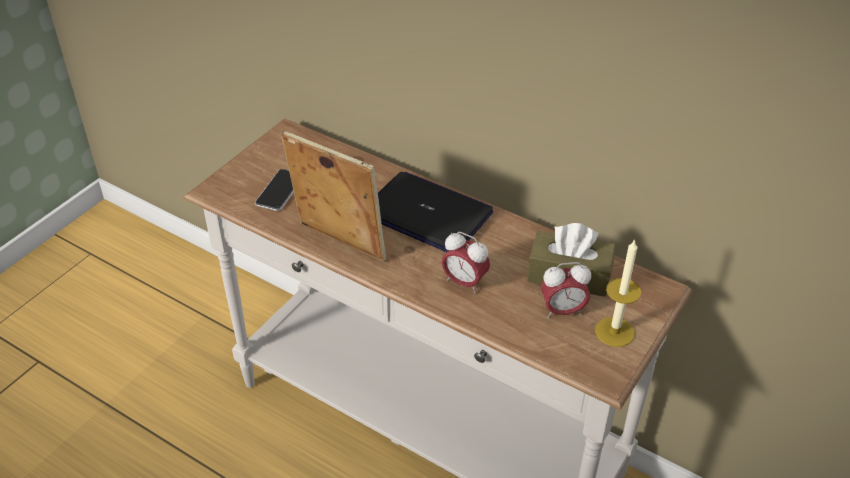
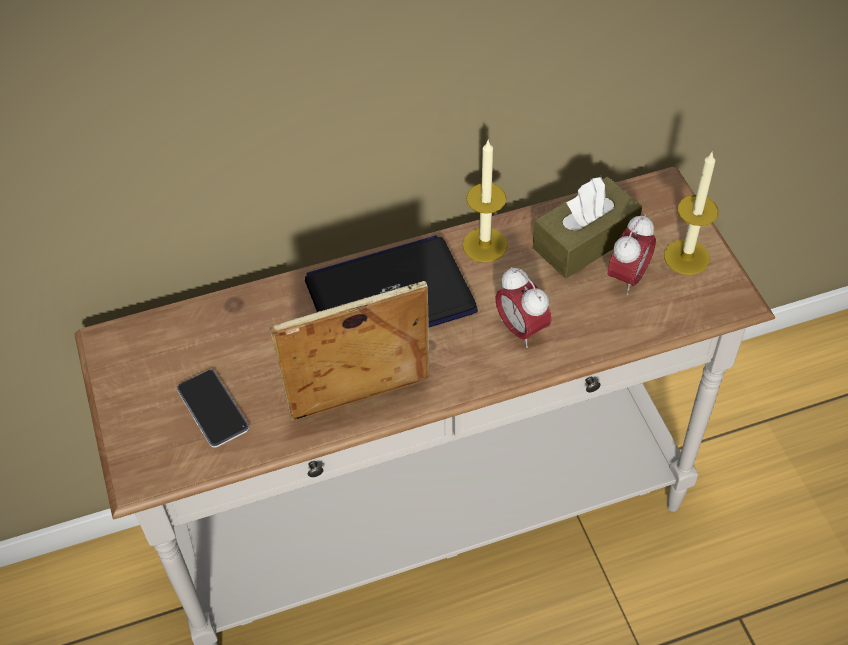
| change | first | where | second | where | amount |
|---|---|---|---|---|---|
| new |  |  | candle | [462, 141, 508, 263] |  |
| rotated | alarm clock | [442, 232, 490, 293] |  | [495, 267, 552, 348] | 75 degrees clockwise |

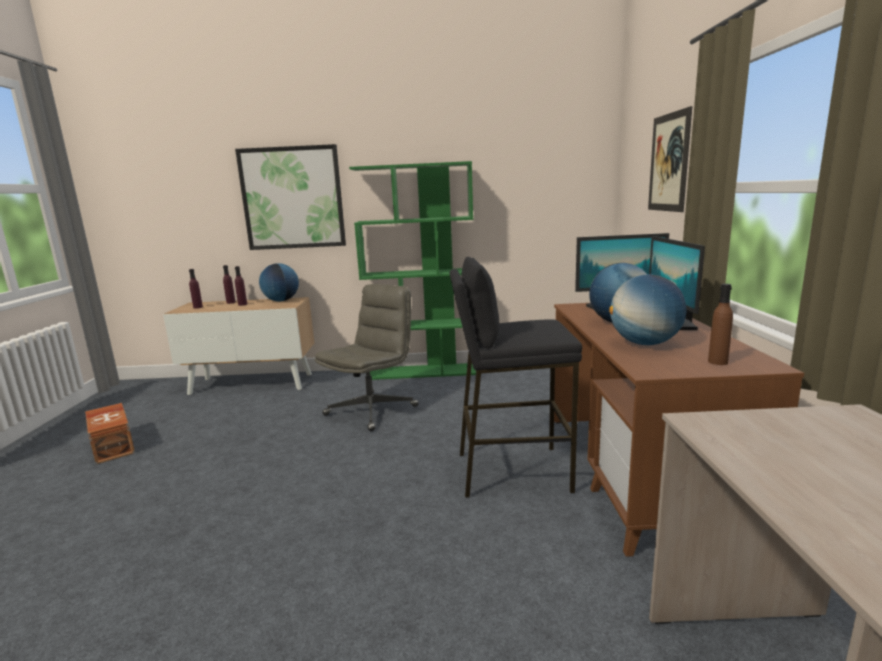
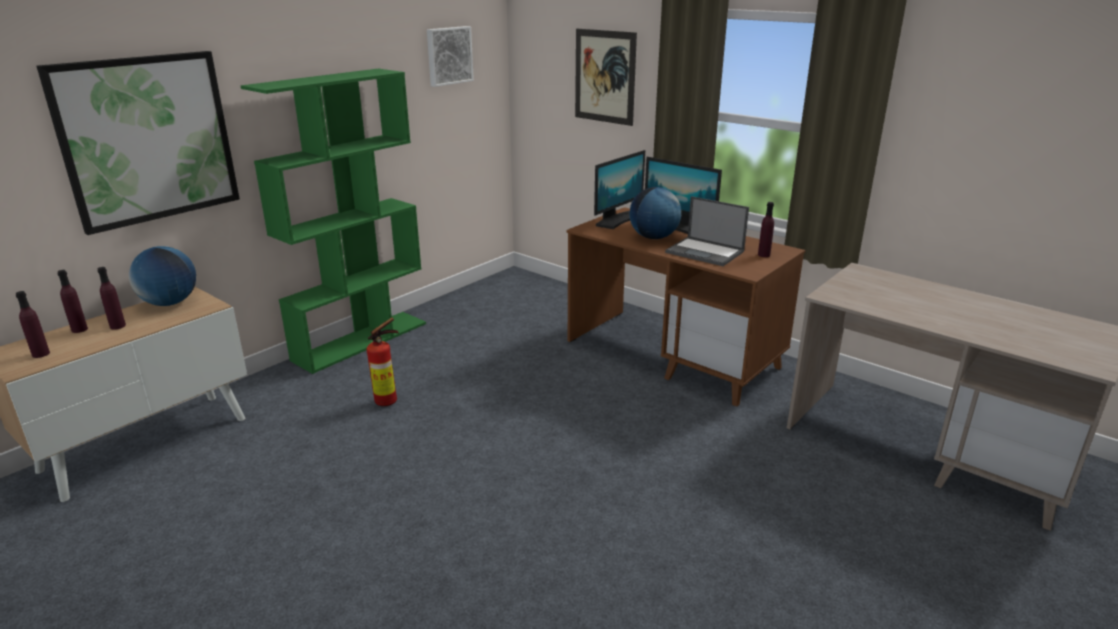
| change | first | where | second | where | amount |
|---|---|---|---|---|---|
| gone | brown storage box | [85, 403, 135, 464] |  |  |  |
| gone | black stool | [450, 257, 582, 498] |  |  |  |
| new |  |  | picture | [427, 26, 474, 87] |  |
| swapped | grey office chair | [315, 284, 419, 431] | fire extinguisher | [367, 317, 399, 406] |  |
| swapped | globe | [609, 274, 686, 345] | laptop | [665, 196, 749, 266] |  |
| repainted | brown bottle | [708, 284, 733, 365] | purple bottle | [758, 202, 774, 257] |  |

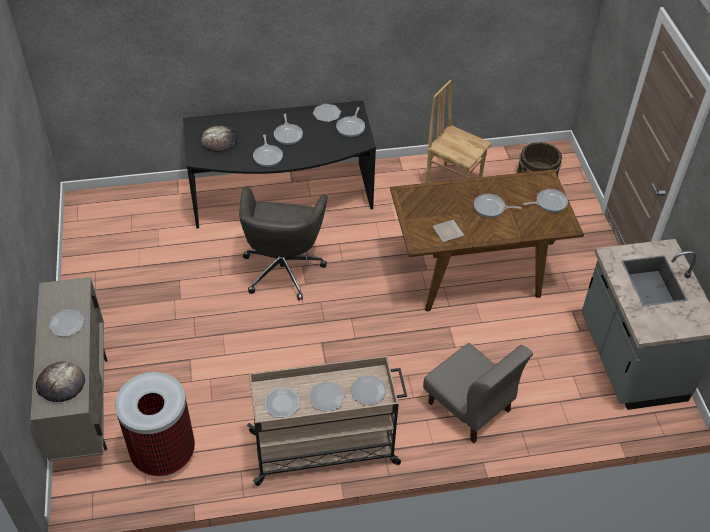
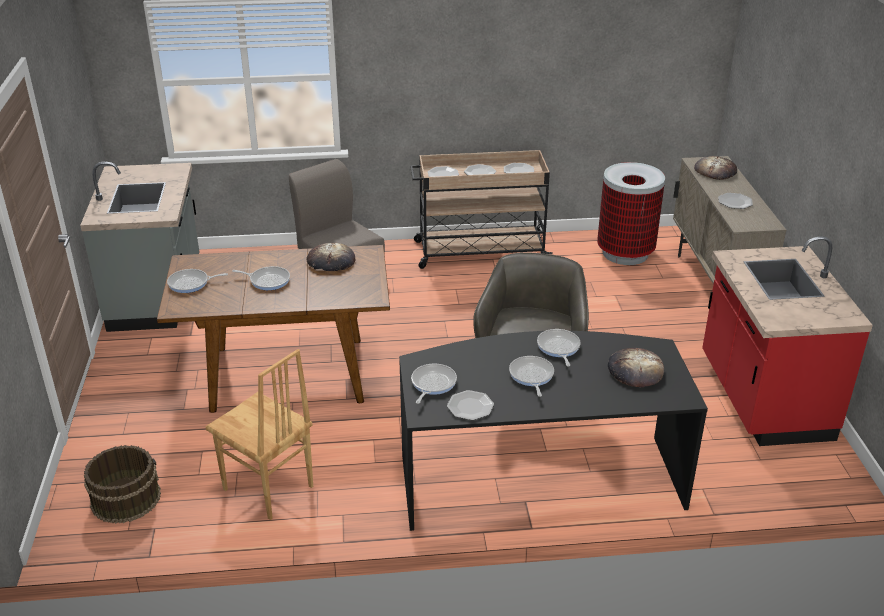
| change | first | where | second | where | amount |
|---|---|---|---|---|---|
| new |  |  | red counter | [702, 237, 873, 446] |  |
| swapped | plate | [432, 220, 464, 242] | bread | [306, 242, 355, 271] |  |

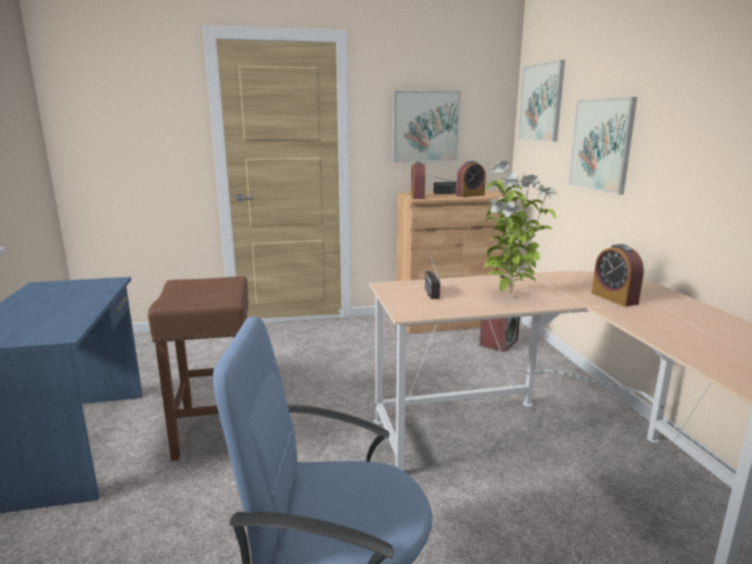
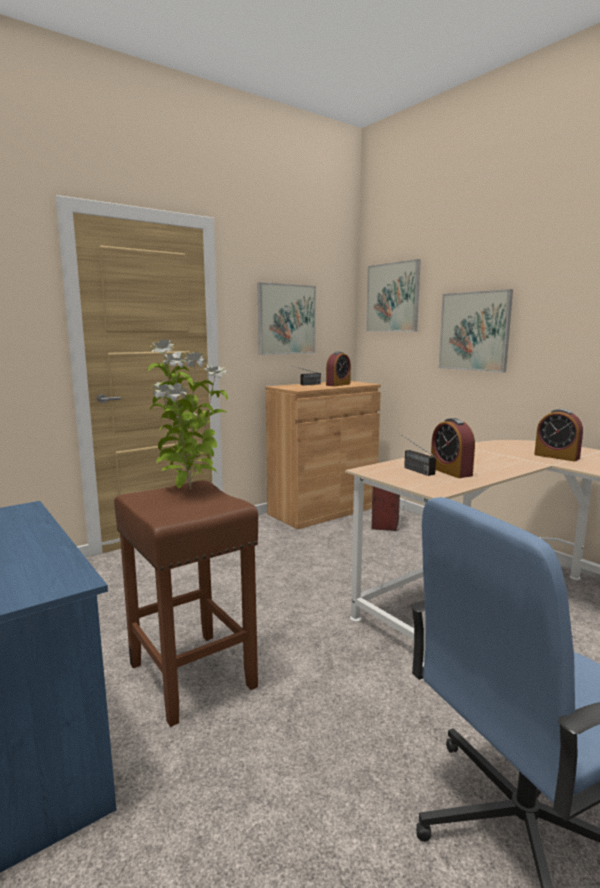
| change | first | where | second | where | amount |
|---|---|---|---|---|---|
| shifted | alarm clock | [411, 162, 425, 199] |  | [431, 418, 475, 478] |  |
| shifted | potted plant | [484, 161, 557, 294] |  | [148, 339, 228, 490] |  |

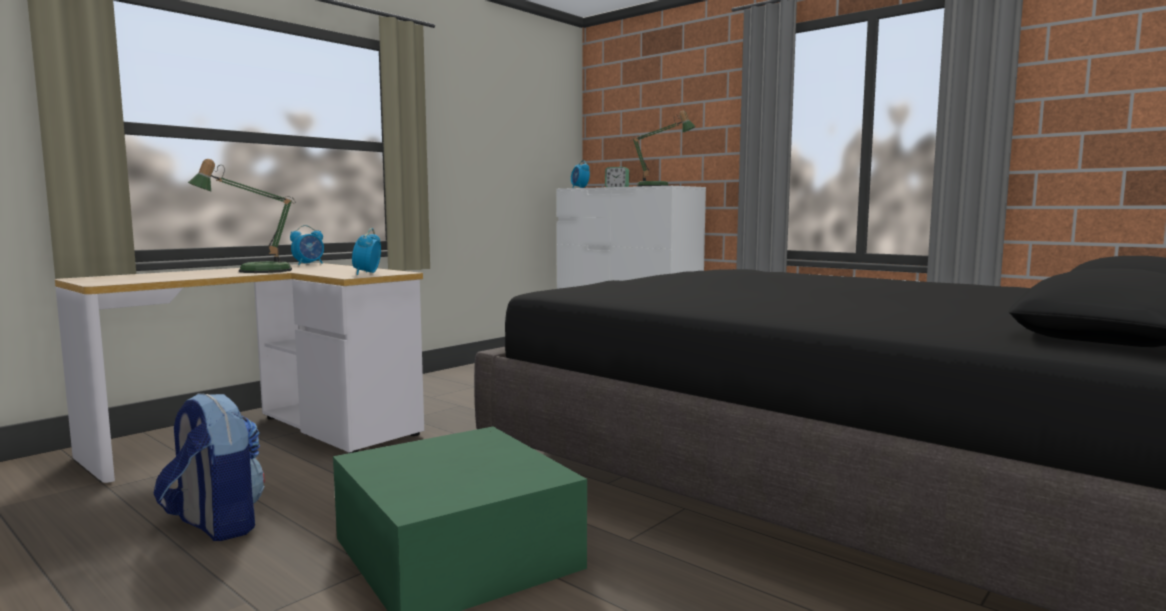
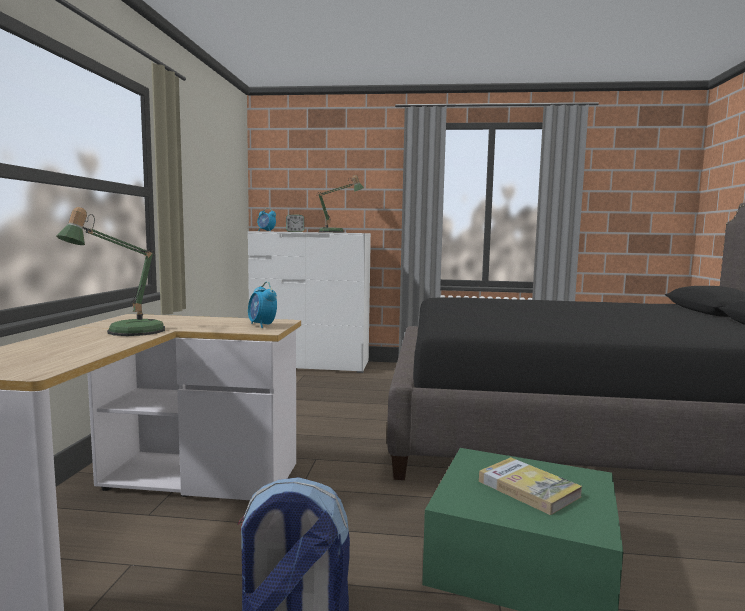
| change | first | where | second | where | amount |
|---|---|---|---|---|---|
| gone | alarm clock | [290, 225, 324, 265] |  |  |  |
| new |  |  | book | [479, 457, 582, 515] |  |

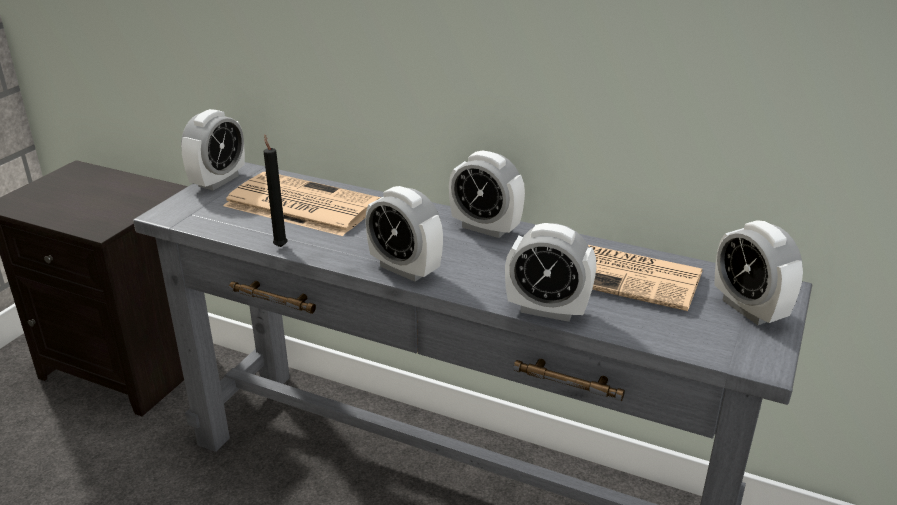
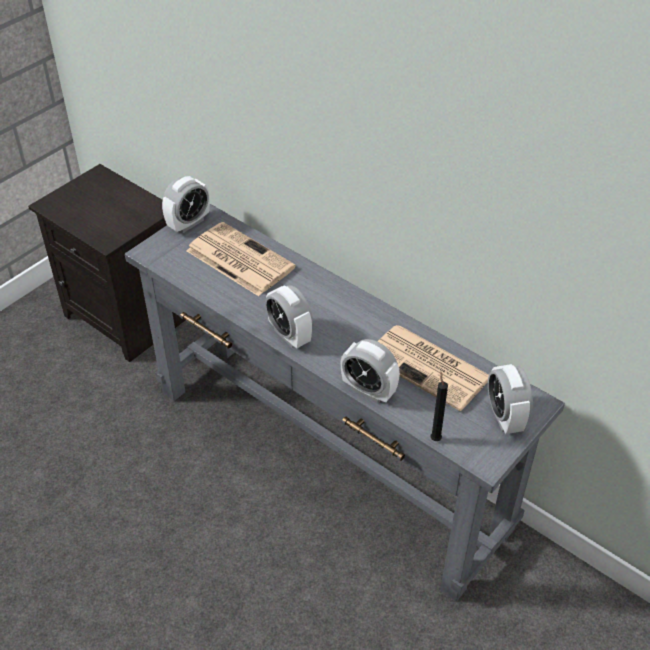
| change | first | where | second | where | amount |
|---|---|---|---|---|---|
| gone | alarm clock | [449, 150, 525, 238] |  |  |  |
| shifted | black candle | [264, 134, 287, 247] |  | [430, 371, 448, 441] |  |

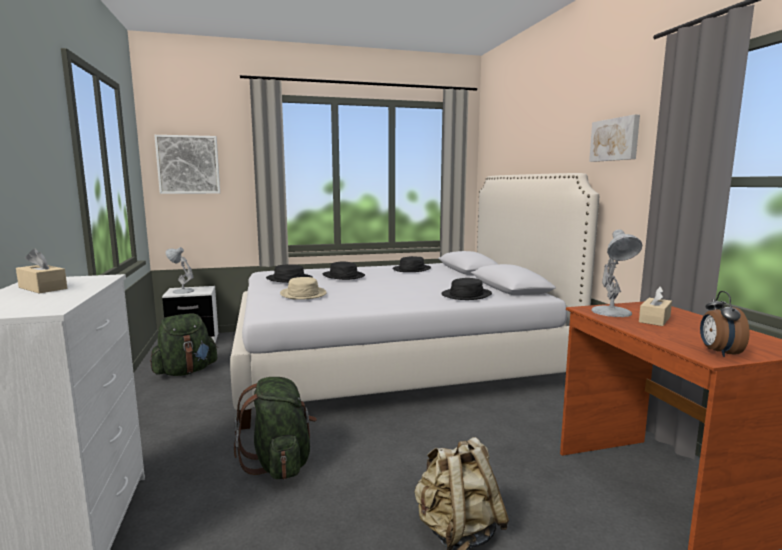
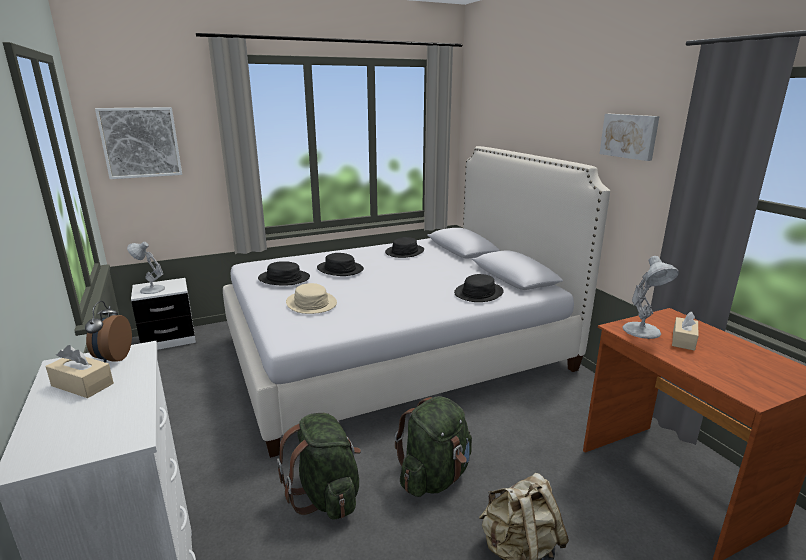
| change | first | where | second | where | amount |
|---|---|---|---|---|---|
| shifted | green backpack | [150, 313, 218, 376] |  | [394, 396, 472, 497] |  |
| shifted | alarm clock | [700, 291, 750, 357] |  | [85, 301, 132, 363] |  |

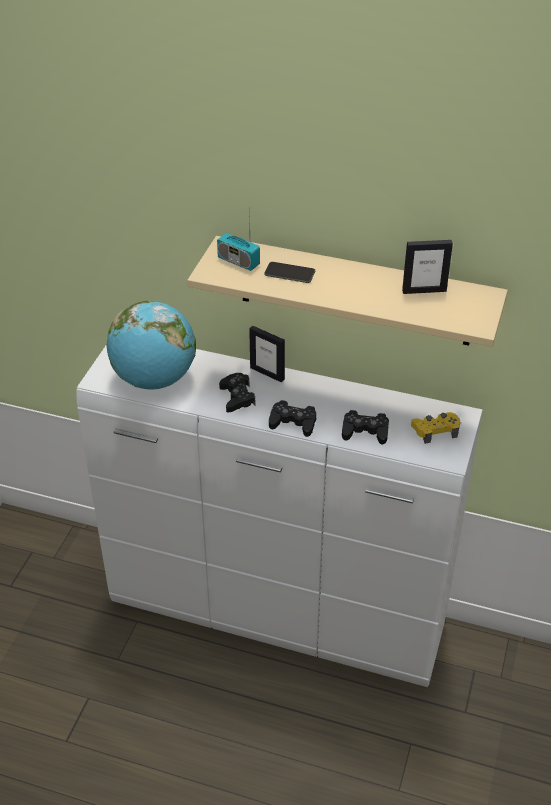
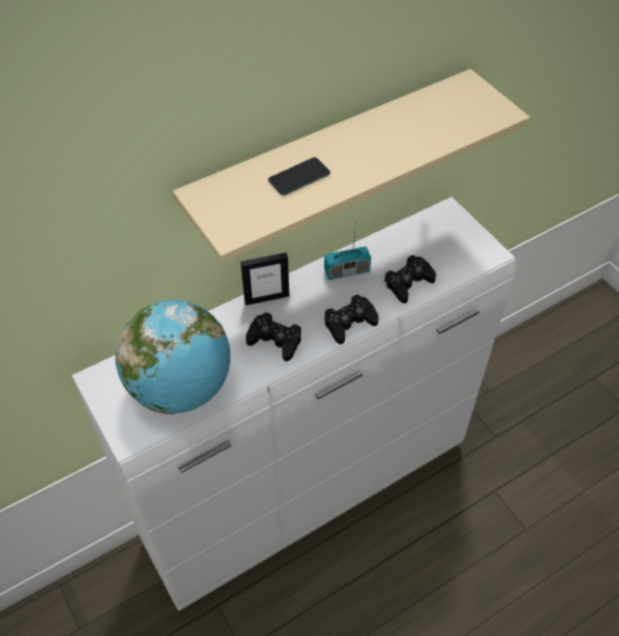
| change | first | where | second | where | amount |
|---|---|---|---|---|---|
| gone | picture frame | [402, 240, 453, 294] |  |  |  |
| gone | yellow game controller | [411, 412, 460, 444] |  |  |  |
| shifted | radio | [217, 209, 260, 271] |  | [324, 218, 371, 280] |  |

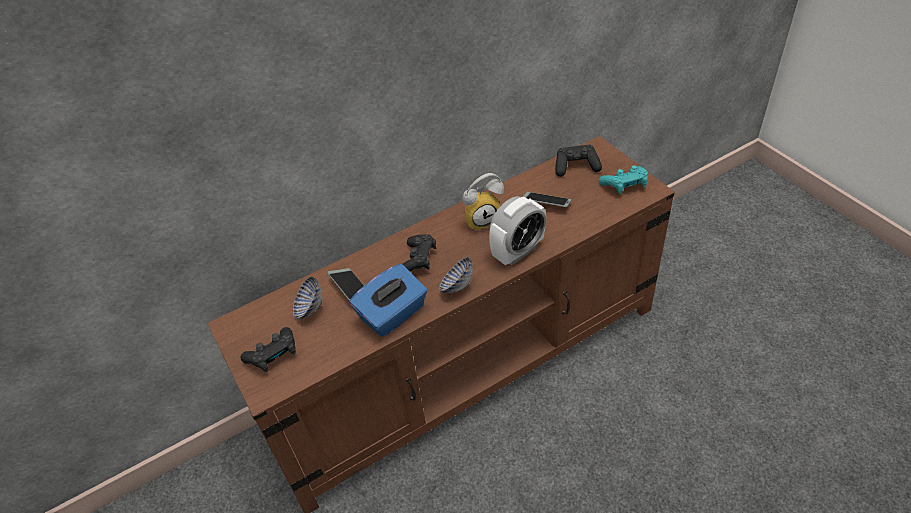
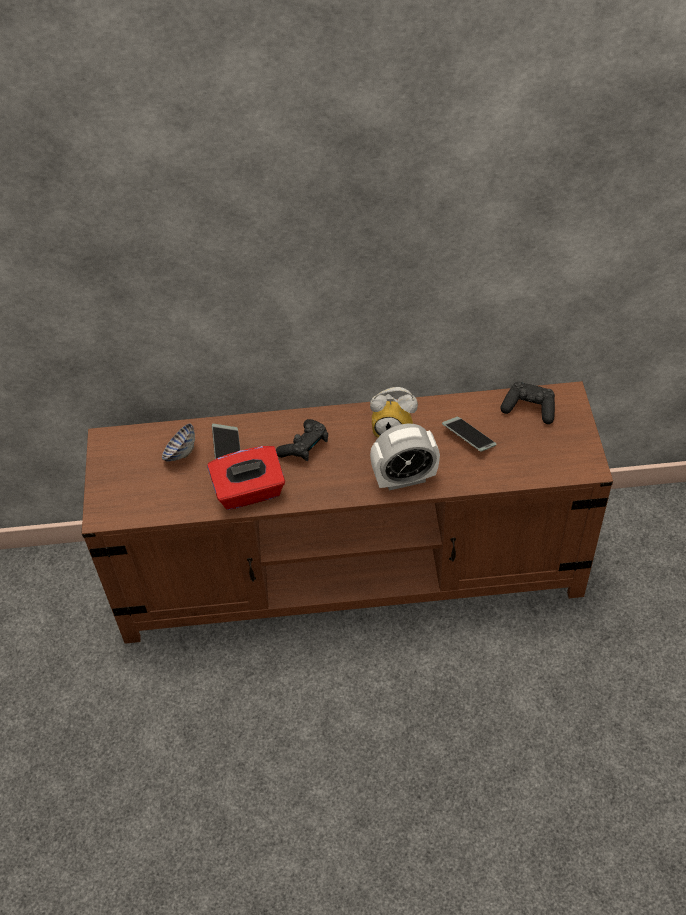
| change | first | where | second | where | amount |
|---|---|---|---|---|---|
| gone | black game controller | [241, 327, 296, 372] |  |  |  |
| gone | bowl | [439, 257, 472, 293] |  |  |  |
| gone | turquoise game controller | [599, 165, 648, 194] |  |  |  |
| repainted | blue tissue box | [350, 264, 427, 337] | red tissue box | [207, 446, 285, 510] |  |

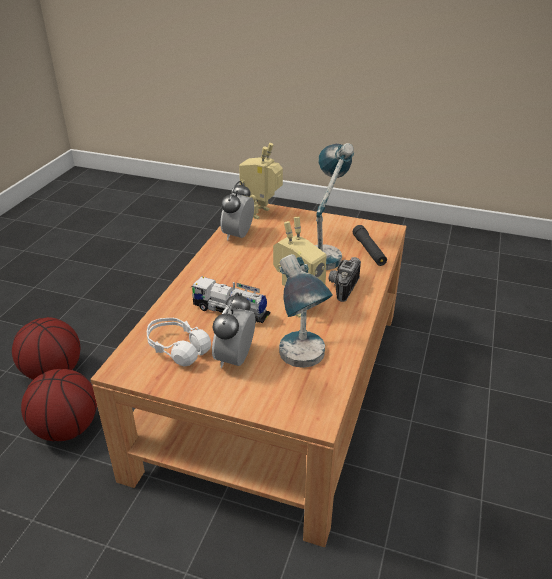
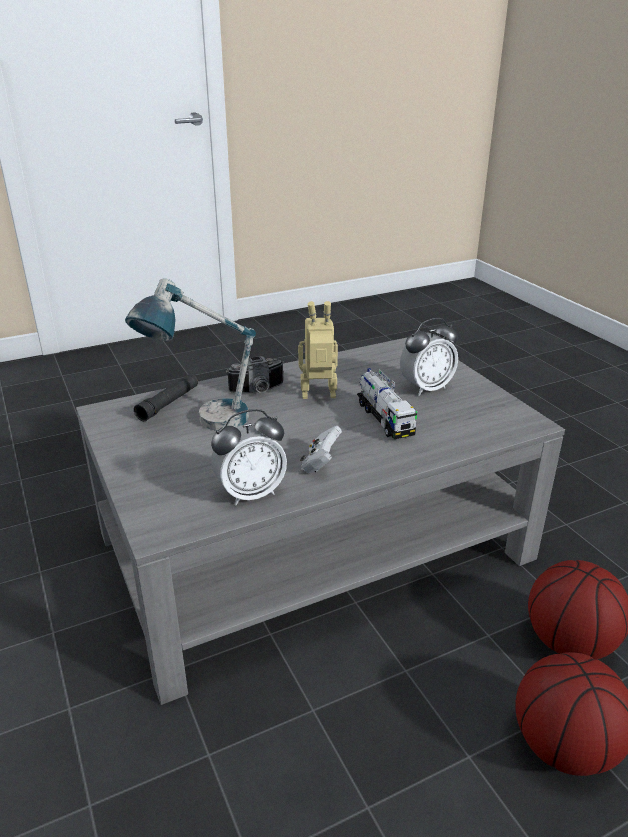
| change | first | where | second | where | amount |
|---|---|---|---|---|---|
| gone | white headphones | [147, 318, 211, 366] |  |  |  |
| gone | toy robot | [239, 143, 283, 219] |  |  |  |
| gone | table lamp | [279, 254, 332, 368] |  |  |  |
| new |  |  | white game controller | [300, 426, 342, 473] |  |
| repainted | brown coffee table | [90, 202, 407, 547] | grey coffee table | [76, 337, 565, 705] |  |

